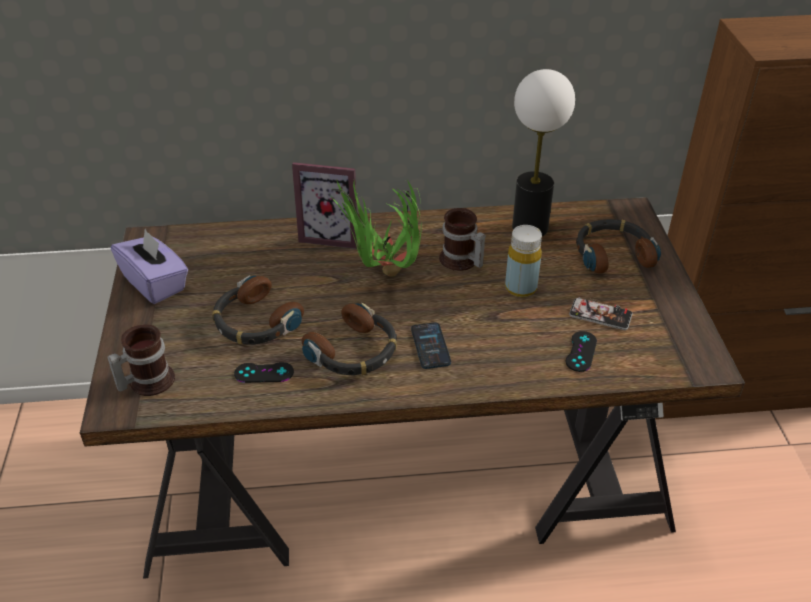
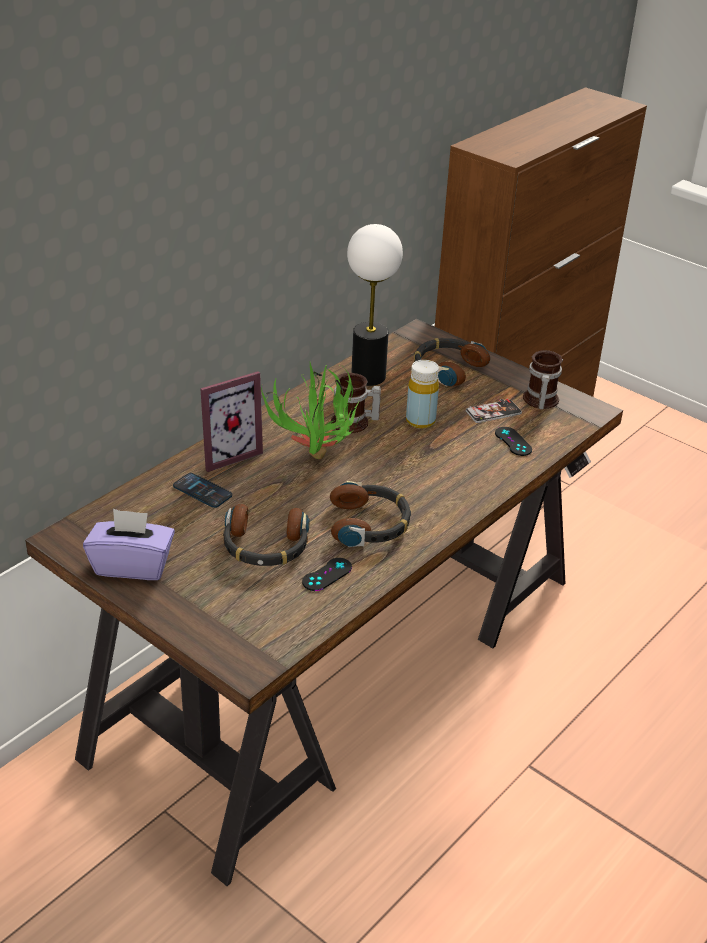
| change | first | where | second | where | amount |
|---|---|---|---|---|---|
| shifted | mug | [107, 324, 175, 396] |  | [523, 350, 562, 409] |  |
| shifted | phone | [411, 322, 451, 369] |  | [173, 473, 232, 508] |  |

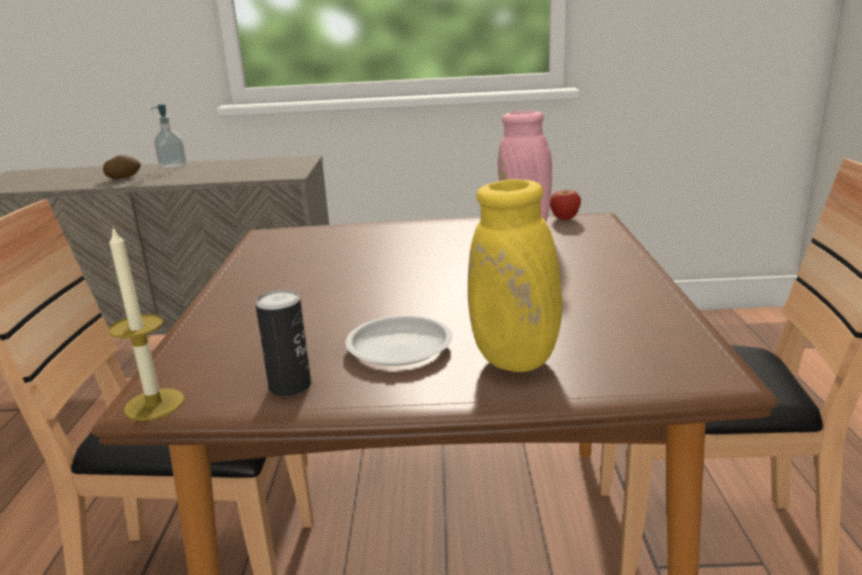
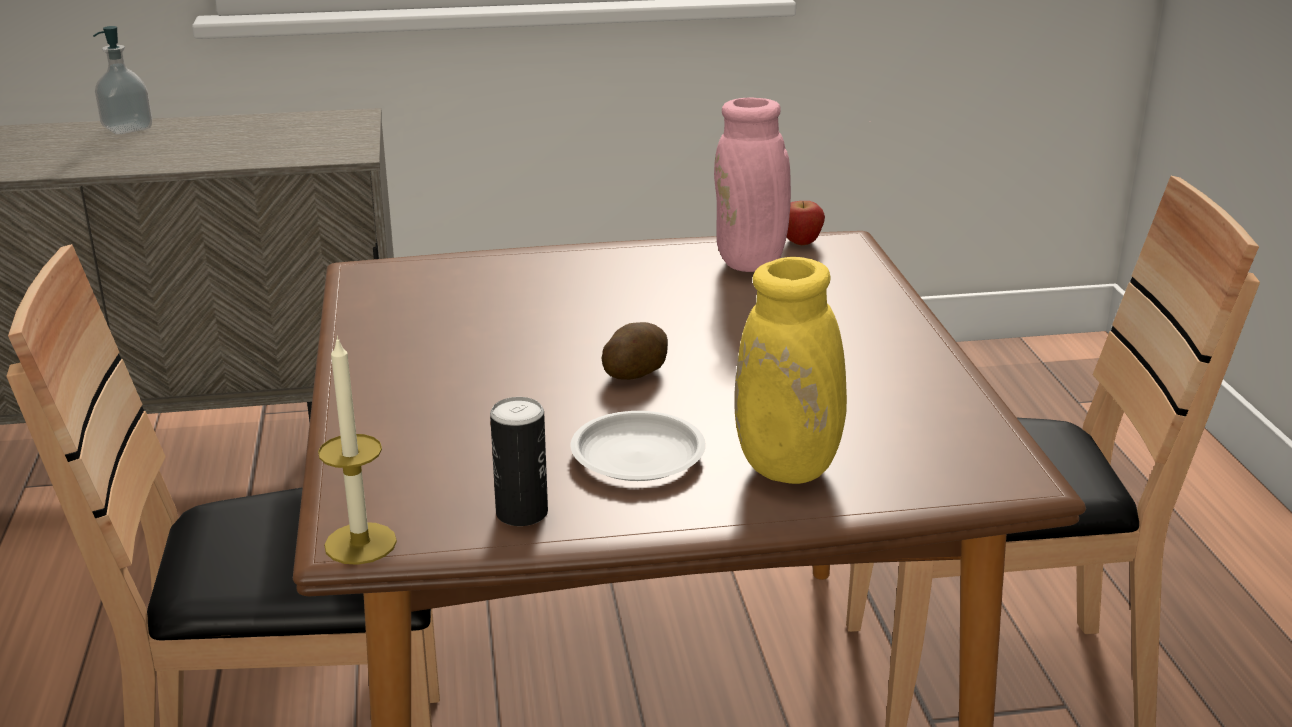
| change | first | where | second | where | amount |
|---|---|---|---|---|---|
| shifted | potato | [103, 155, 141, 179] |  | [602, 322, 668, 380] |  |

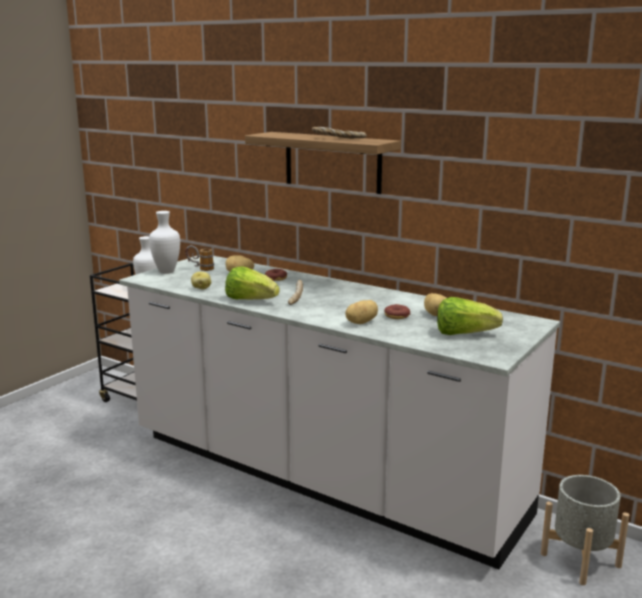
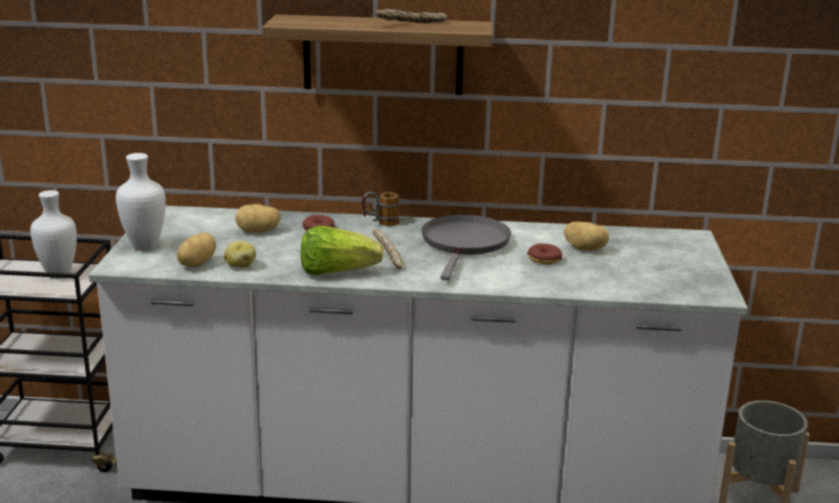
| change | first | where | second | where | amount |
|---|---|---|---|---|---|
| gone | lettuce | [437, 297, 503, 335] |  |  |  |
| new |  |  | grey frying pan | [421, 215, 511, 280] |  |
| shifted | mug | [185, 245, 214, 271] |  | [361, 192, 400, 226] |  |
| shifted | potato | [345, 300, 378, 324] |  | [177, 232, 216, 267] |  |

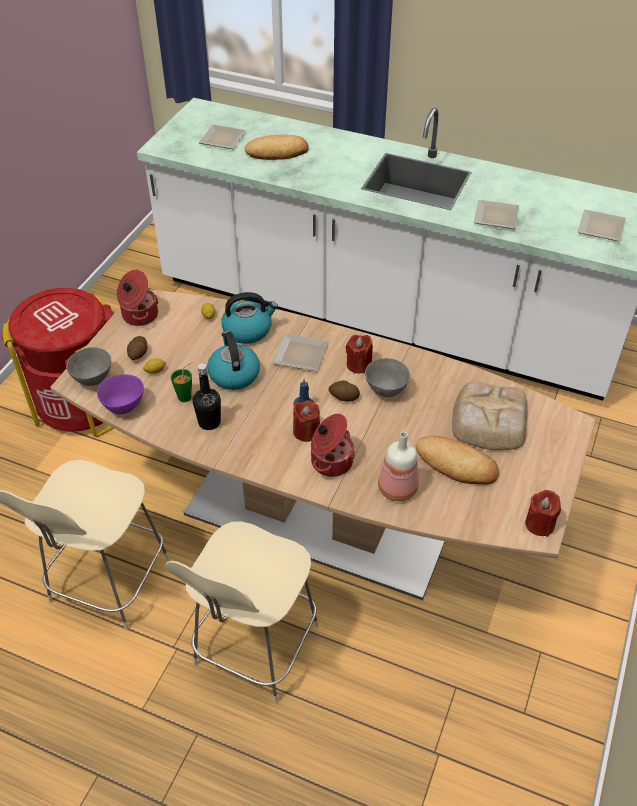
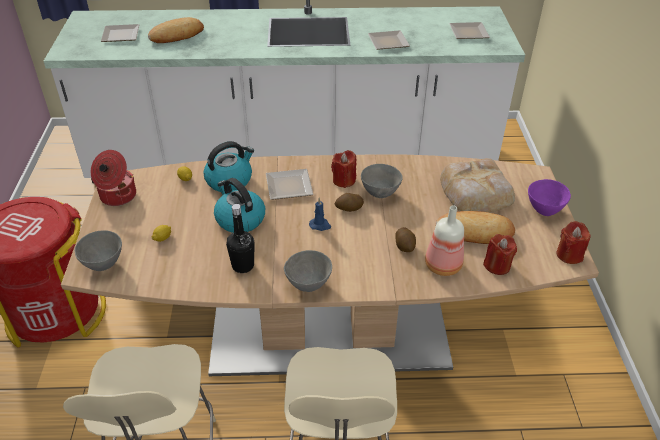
| change | first | where | second | where | amount |
|---|---|---|---|---|---|
| gone | green cup | [171, 361, 194, 402] |  |  |  |
| gone | cooking pot | [311, 414, 355, 477] |  |  |  |
| new |  |  | grey bowl | [284, 250, 332, 292] |  |
| shifted | purple bowl | [97, 374, 144, 414] |  | [528, 179, 571, 216] |  |
| shifted | potato | [127, 336, 147, 360] |  | [395, 227, 416, 252] |  |
| shifted | red candle | [293, 400, 320, 442] |  | [483, 234, 517, 275] |  |

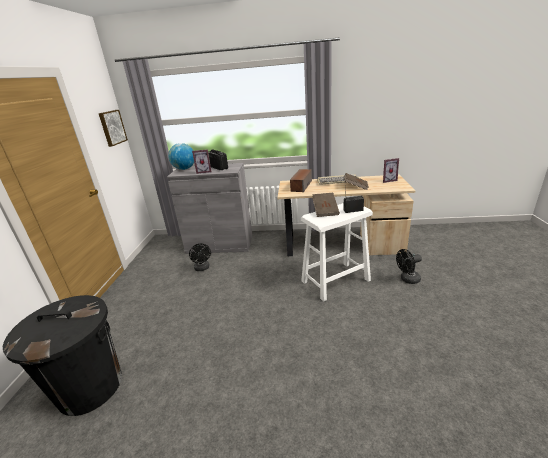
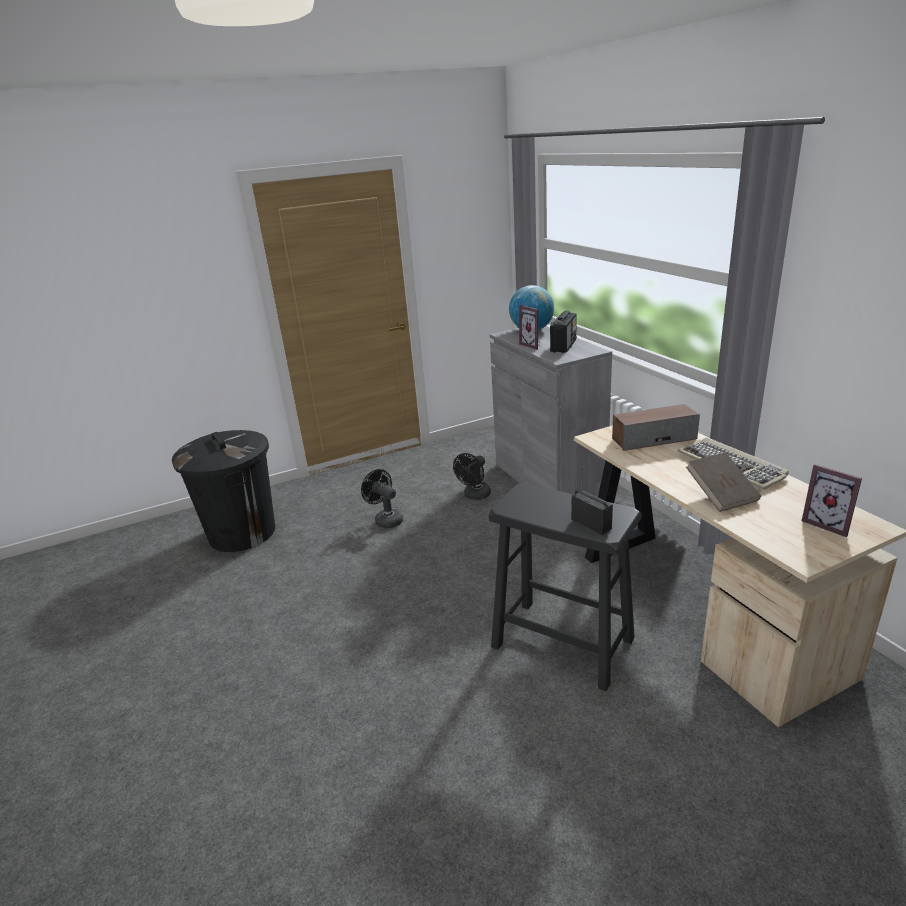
| change | first | where | second | where | amount |
|---|---|---|---|---|---|
| gone | picture | [99, 110, 128, 147] |  |  |  |
| gone | brown book | [312, 193, 340, 217] |  |  |  |
| shifted | black fan | [396, 249, 422, 284] |  | [361, 469, 403, 529] |  |
| repainted | white stool | [301, 203, 373, 302] | black stool | [489, 483, 641, 691] |  |

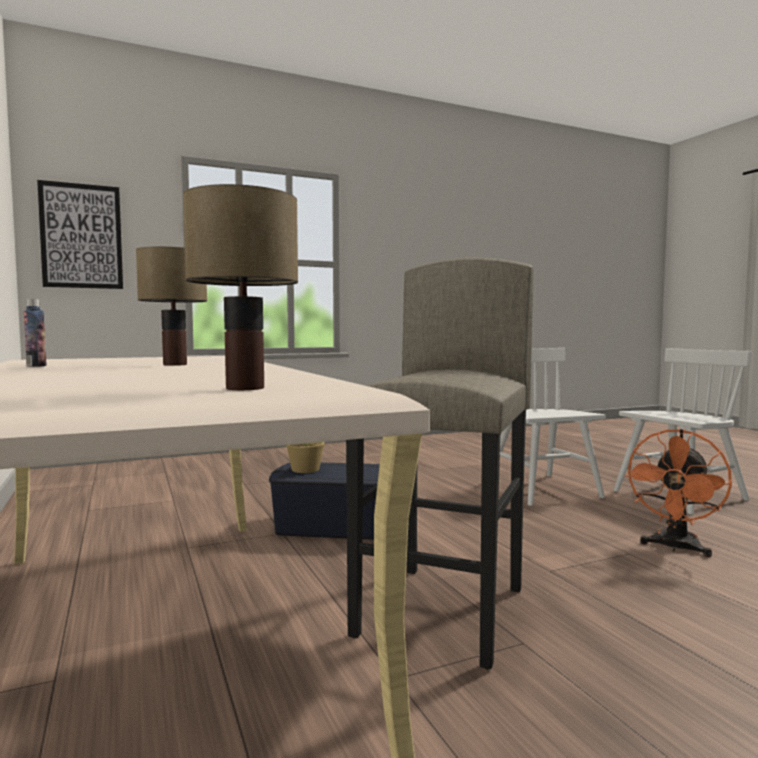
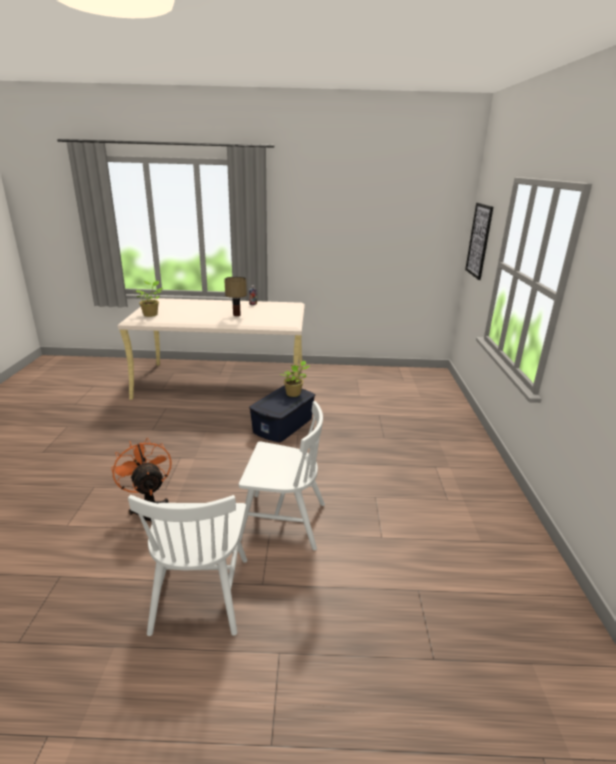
| change | first | where | second | where | amount |
|---|---|---|---|---|---|
| gone | grey stool | [346, 257, 534, 669] |  |  |  |
| swapped | table lamp | [183, 184, 298, 390] | potted plant | [134, 281, 163, 317] |  |

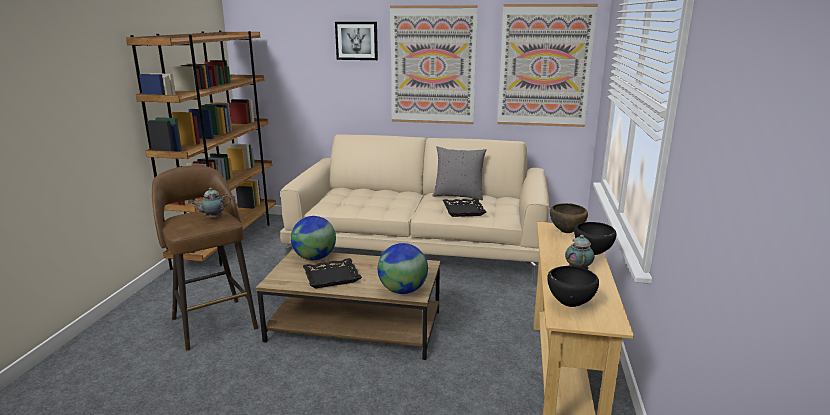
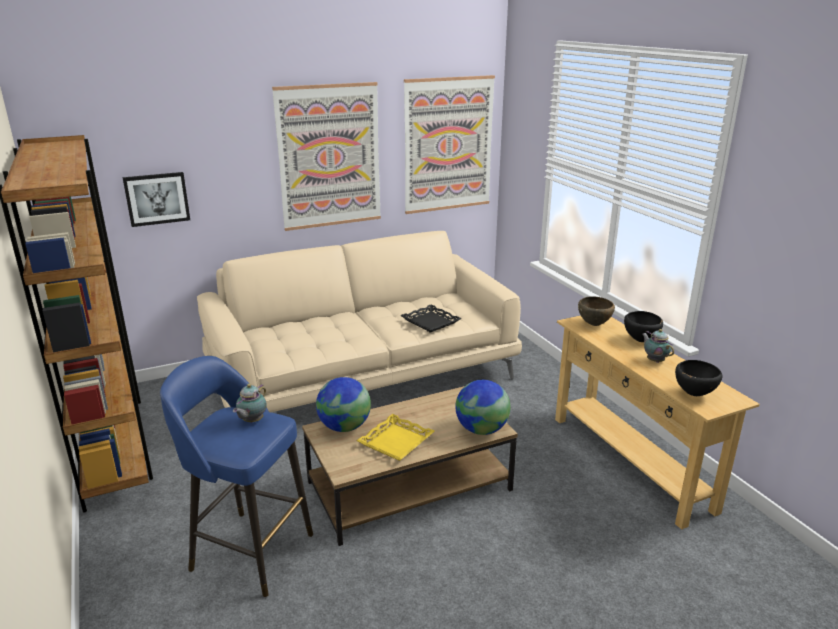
| change | first | where | second | where | amount |
|---|---|---|---|---|---|
| gone | grey pillow | [432, 146, 487, 200] |  |  |  |
| shifted | picture | [335, 22, 378, 60] |  | [123, 172, 190, 227] |  |
| repainted | brown stool | [152, 166, 258, 351] | blue stool | [160, 356, 313, 597] |  |
| repainted | black tray | [303, 258, 362, 288] | yellow tray | [356, 414, 435, 461] |  |

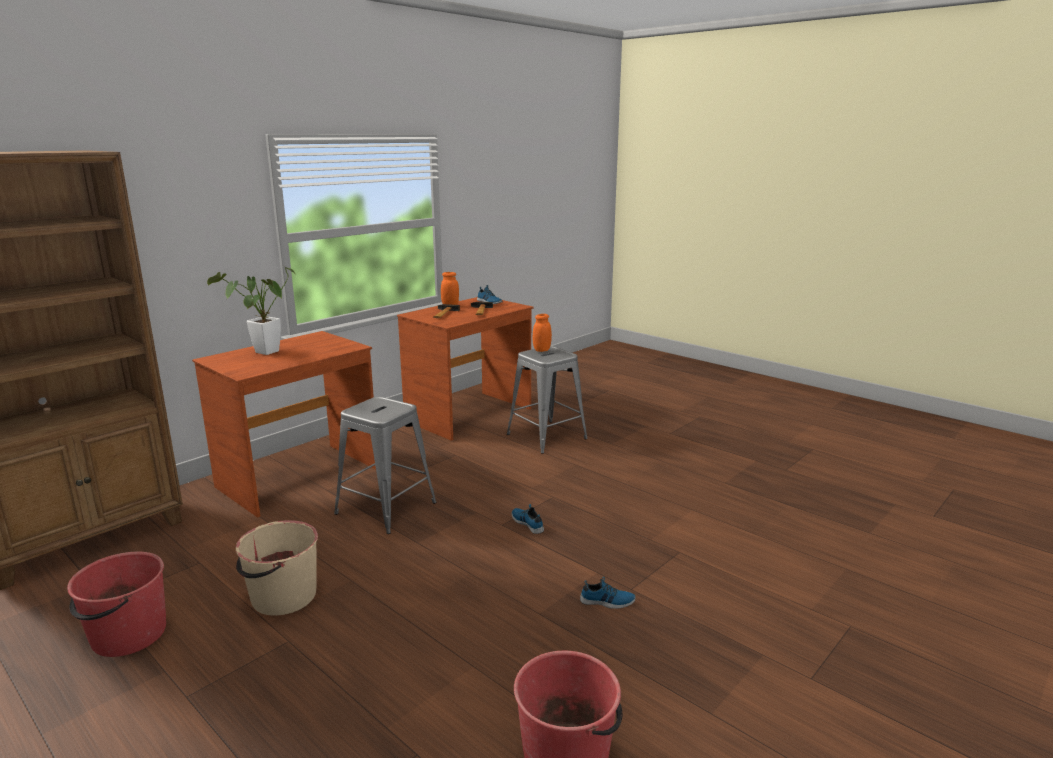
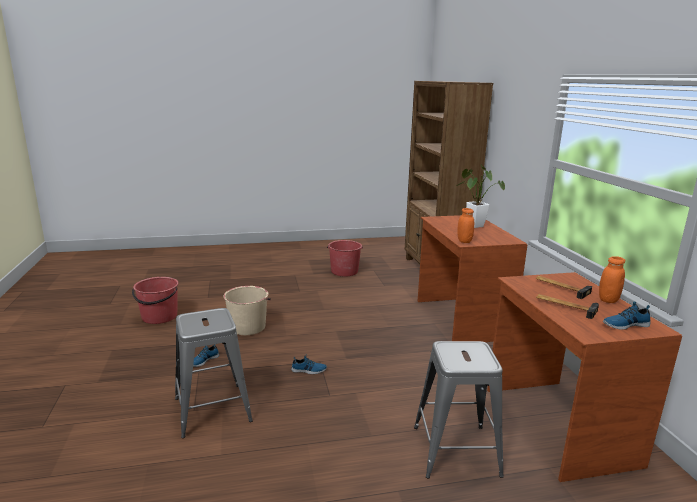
| change | first | where | second | where | amount |
|---|---|---|---|---|---|
| shifted | beige bucket | [236, 520, 318, 616] |  | [223, 286, 271, 335] |  |
| shifted | grey stool | [334, 396, 436, 534] |  | [175, 308, 253, 438] |  |
| shifted | orange jar | [533, 314, 552, 352] |  | [457, 208, 474, 243] |  |

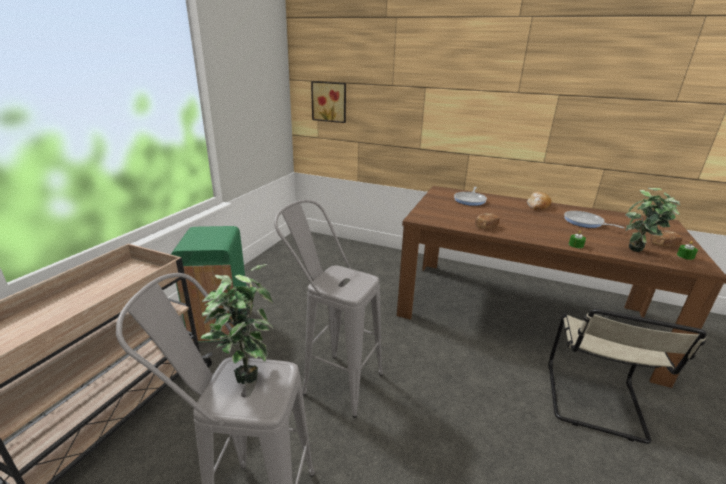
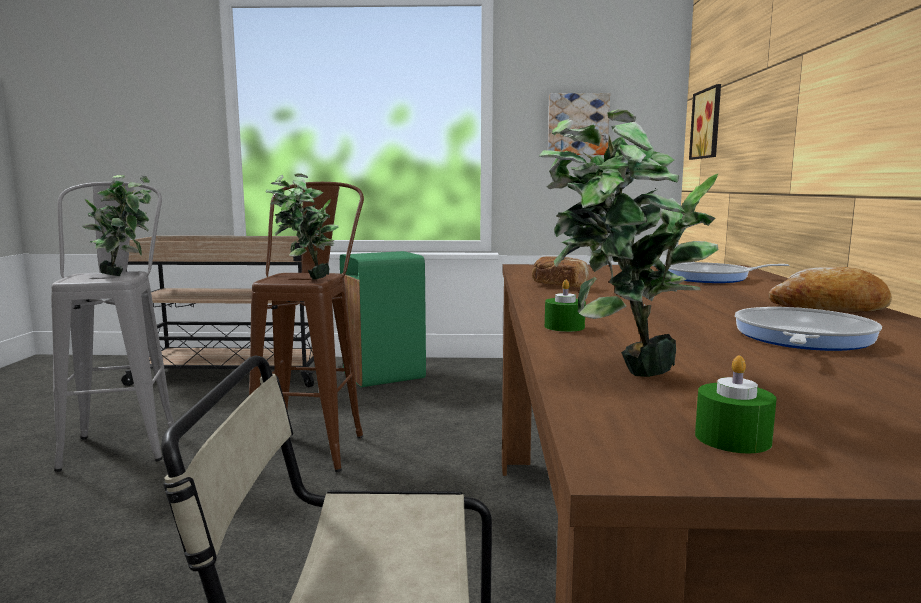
| change | first | where | second | where | amount |
|---|---|---|---|---|---|
| gone | bread | [650, 230, 683, 246] |  |  |  |
| new |  |  | potted plant | [265, 173, 339, 280] |  |
| new |  |  | picture | [548, 93, 610, 155] |  |
| repainted | grey stool | [274, 200, 383, 418] | brown stool | [249, 182, 364, 472] |  |

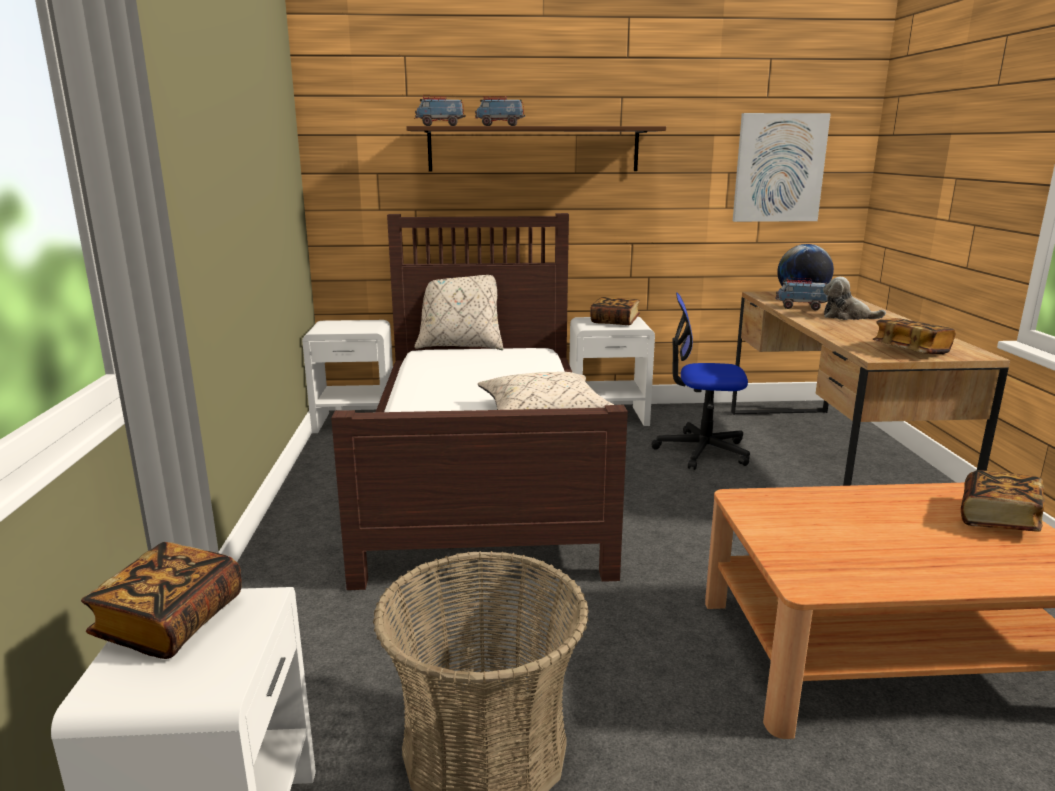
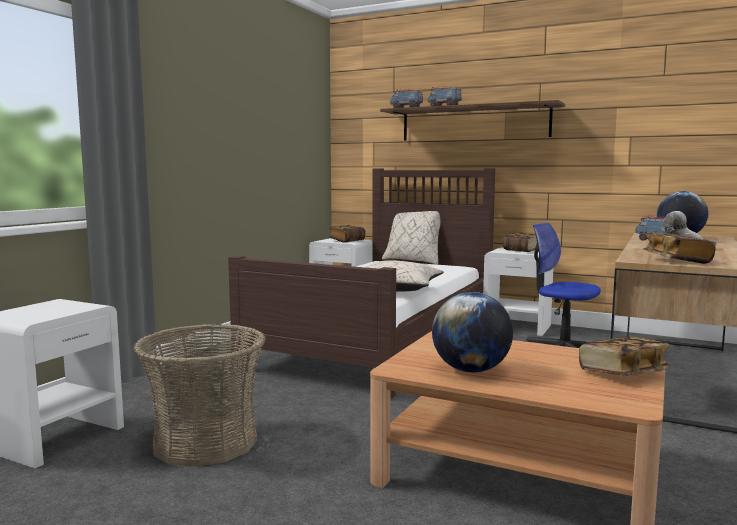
| change | first | where | second | where | amount |
|---|---|---|---|---|---|
| gone | picture | [733, 113, 831, 222] |  |  |  |
| new |  |  | globe | [432, 292, 513, 373] |  |
| shifted | book | [81, 542, 242, 659] |  | [329, 225, 365, 243] |  |

